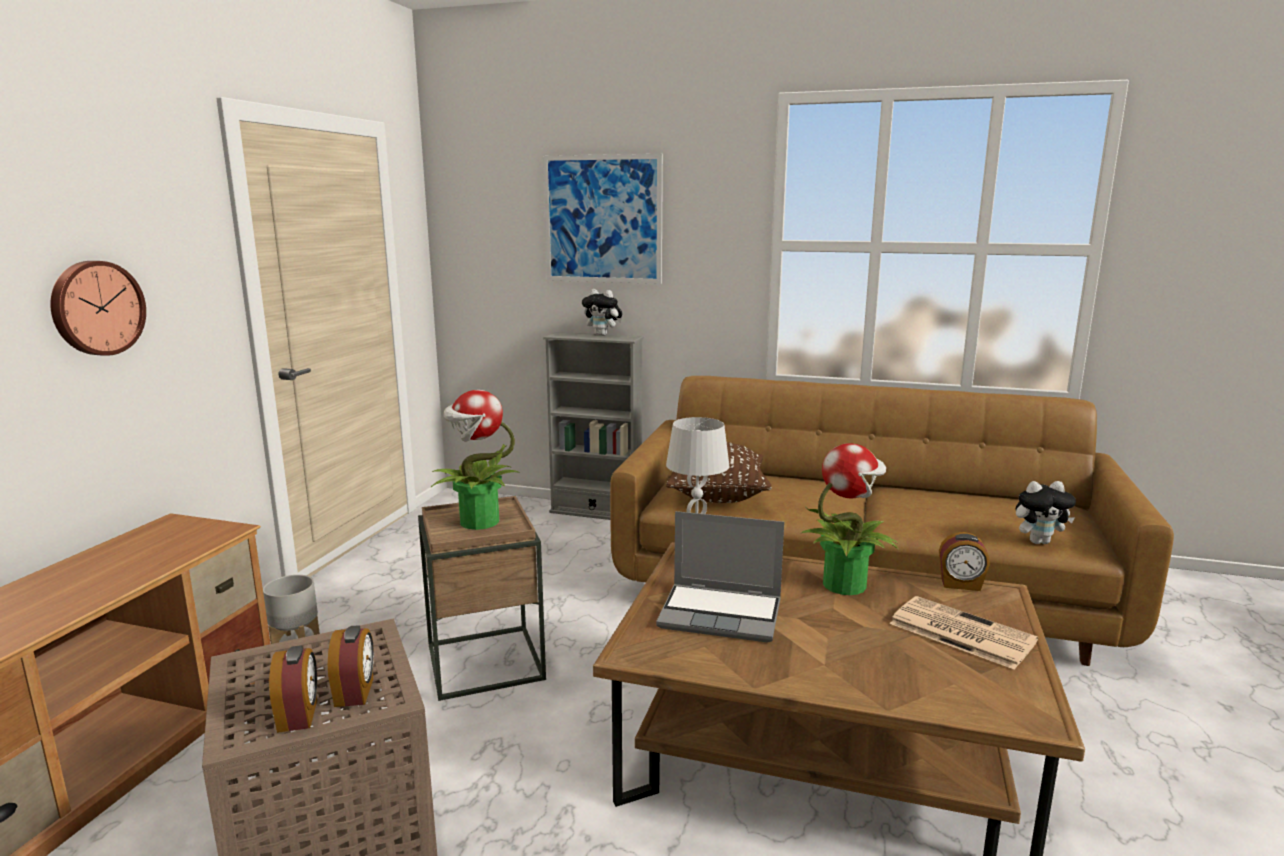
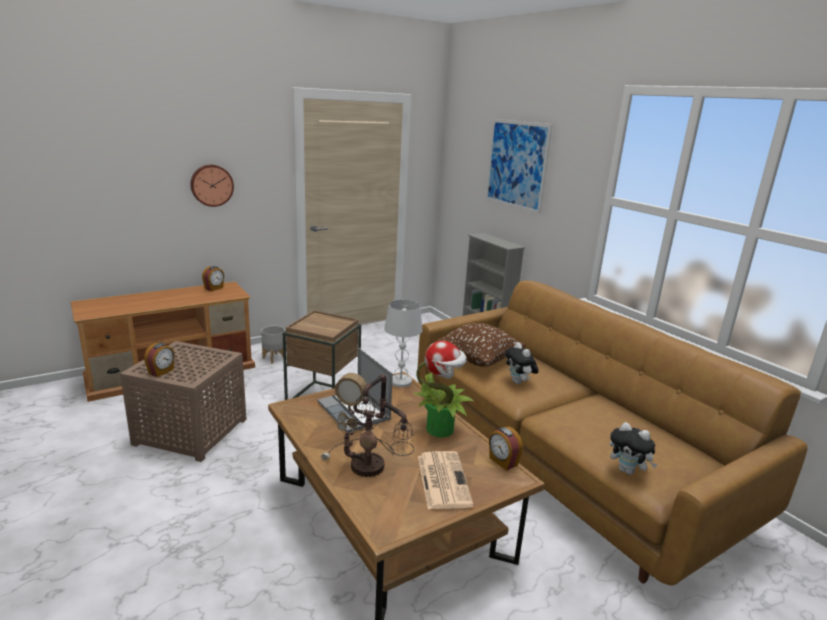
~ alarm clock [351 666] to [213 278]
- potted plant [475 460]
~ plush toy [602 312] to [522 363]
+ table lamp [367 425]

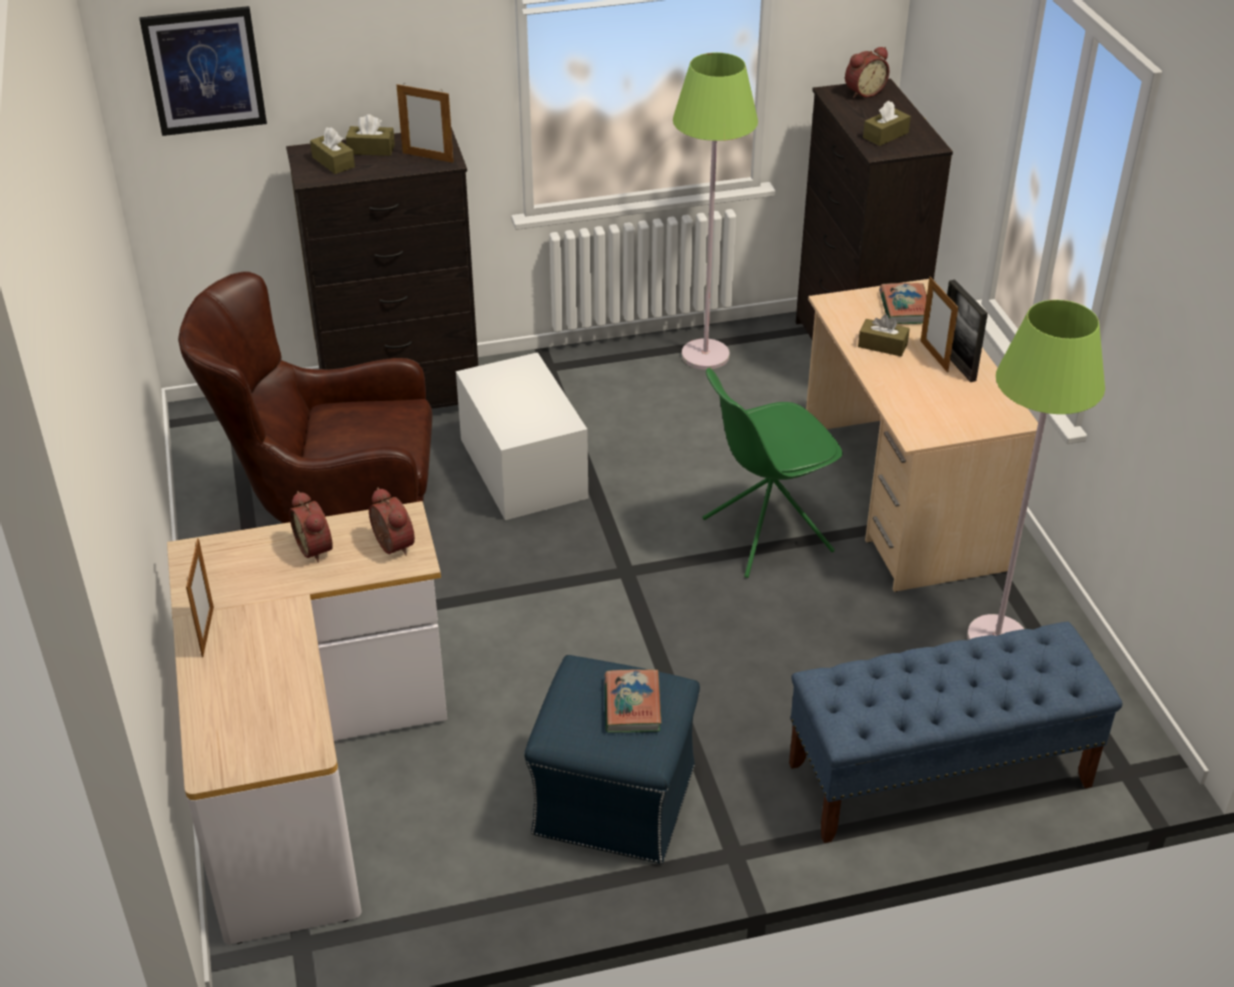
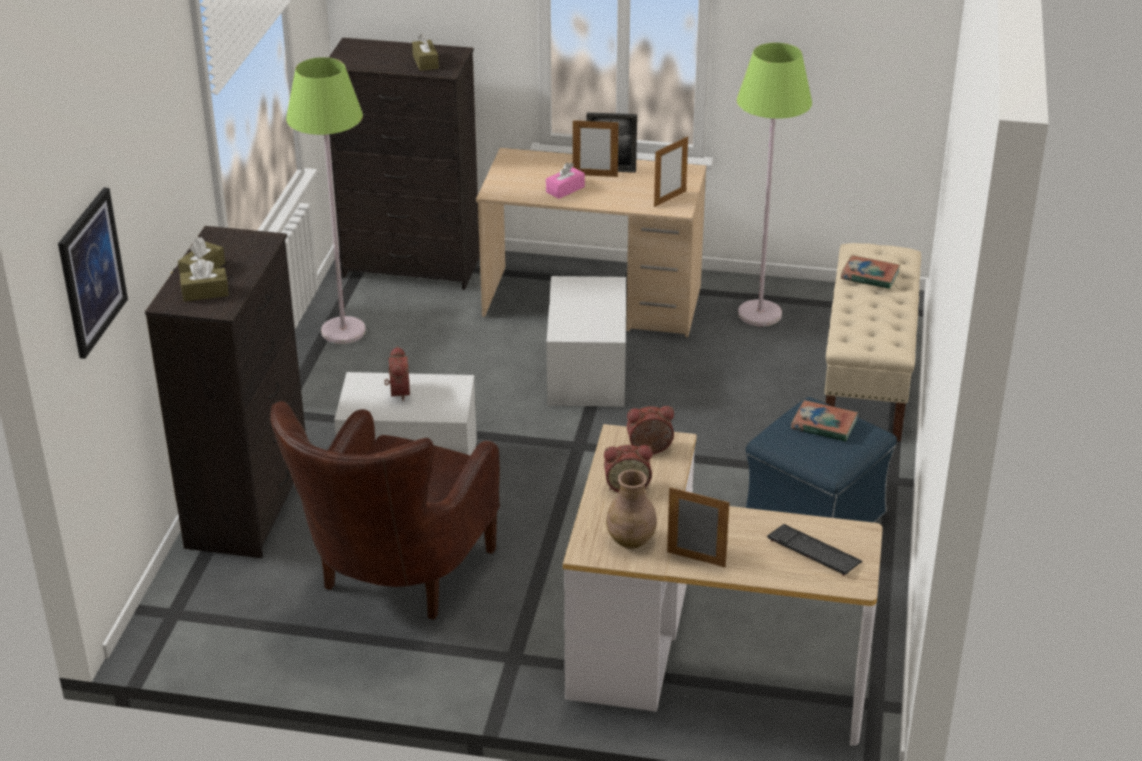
~ picture frame [425 123] to [671 171]
~ green chair [772 473] to white storage box [586 341]
~ blue bench [955 732] to beige bench [872 342]
~ alarm clock [867 72] to [397 373]
~ brown tissue box [884 335] to pink tissue box [565 180]
~ book [903 303] to [870 272]
+ brown vase [631 509]
+ keyboard [815 550]

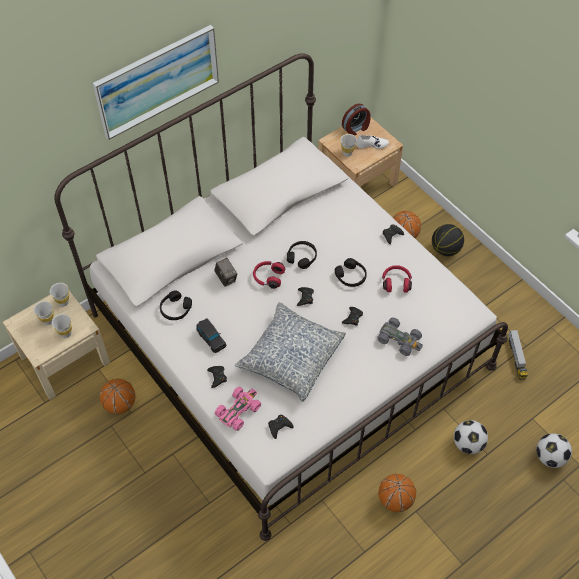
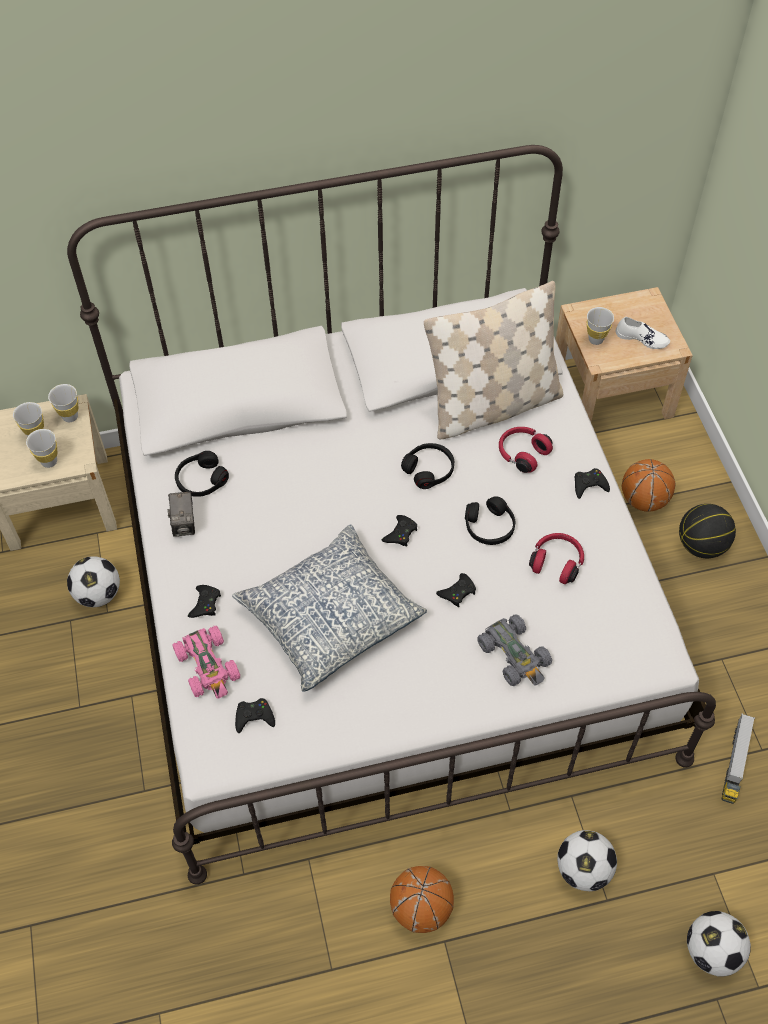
- picture [156 82]
~ basketball [117 396] to football [93 581]
- black toy car [211 335]
~ photo camera [226 272] to [181 514]
~ pink toy car [238 409] = [206 662] 90 degrees clockwise
~ red headphones [269 275] to [526 450]
- alarm clock [356 120]
+ beige pillow [493 360]

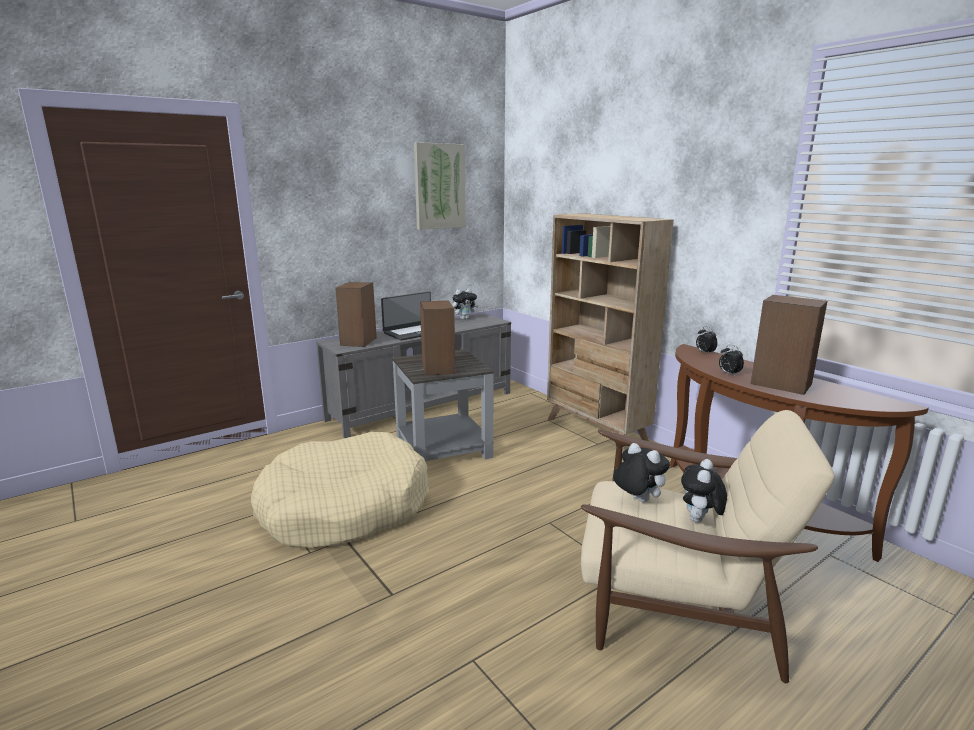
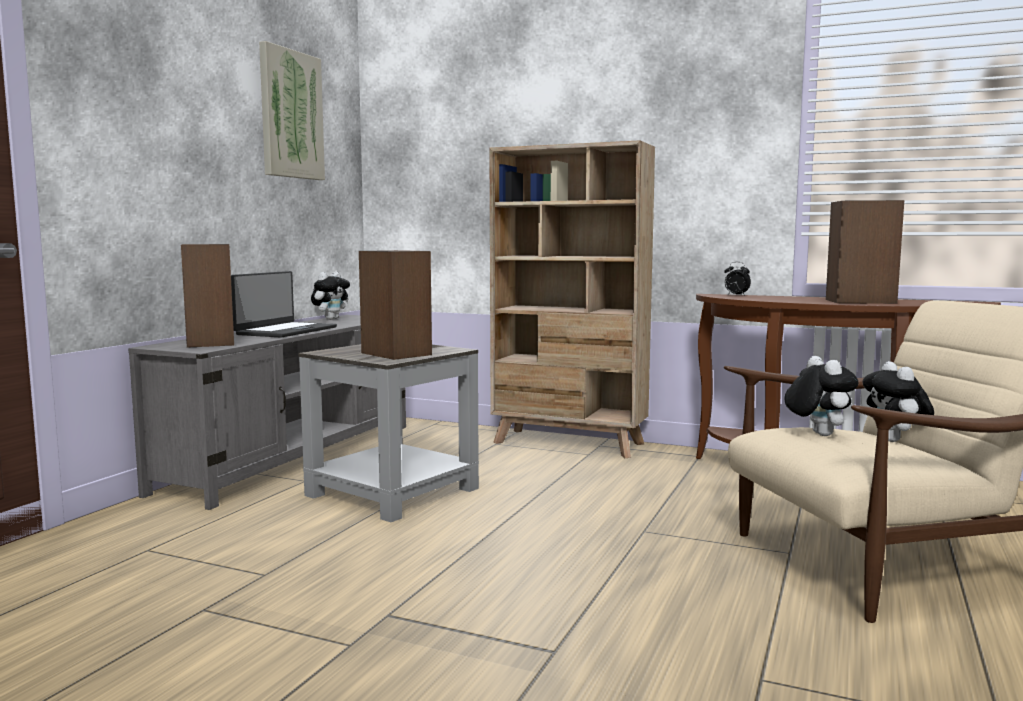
- beige dog bed [340 489]
~ plush toy [641 473] = [822 396] 60 degrees clockwise
- alarm clock [731 360]

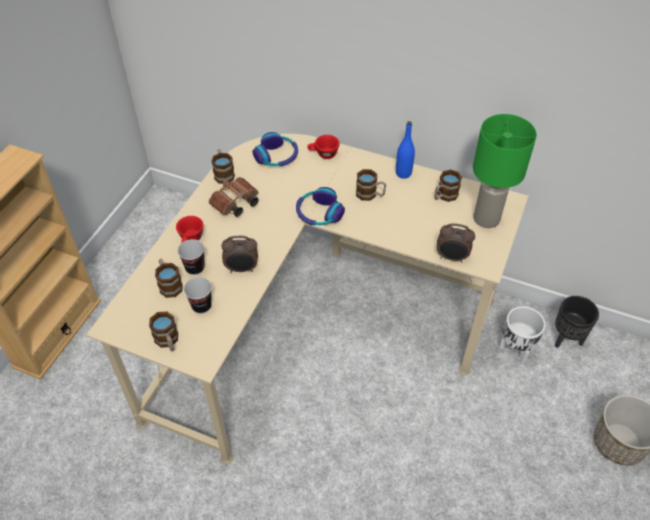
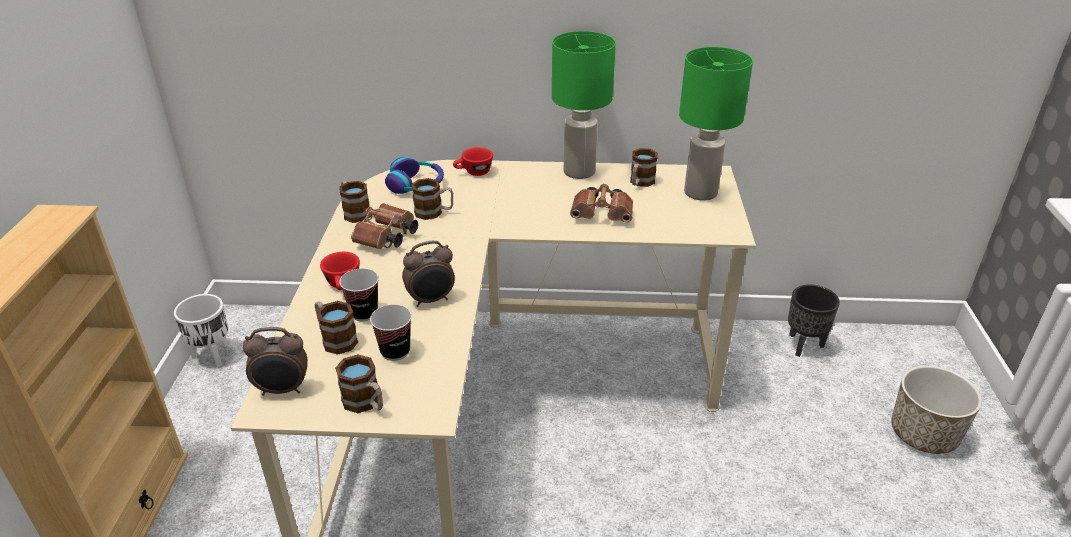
- headphones [320 206]
~ mug [371 185] to [432 199]
~ blue bottle [405 150] to green table lamp [584 105]
~ alarm clock [456 243] to [275 361]
~ white planter [522 335] to [201 330]
+ brown binoculars [601 203]

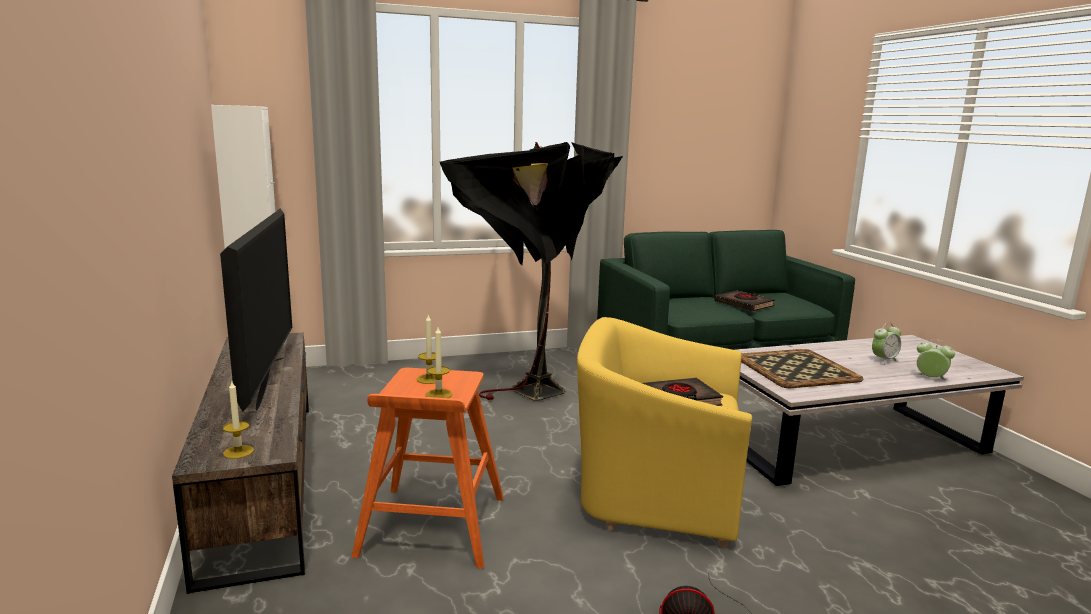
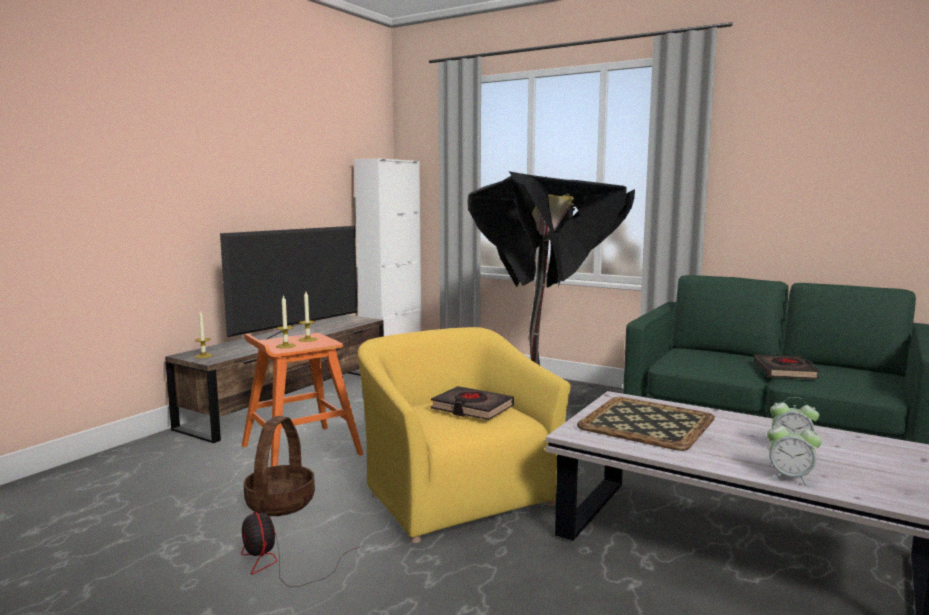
~ alarm clock [935 359] = [794 453] 120 degrees clockwise
+ basket [279 466]

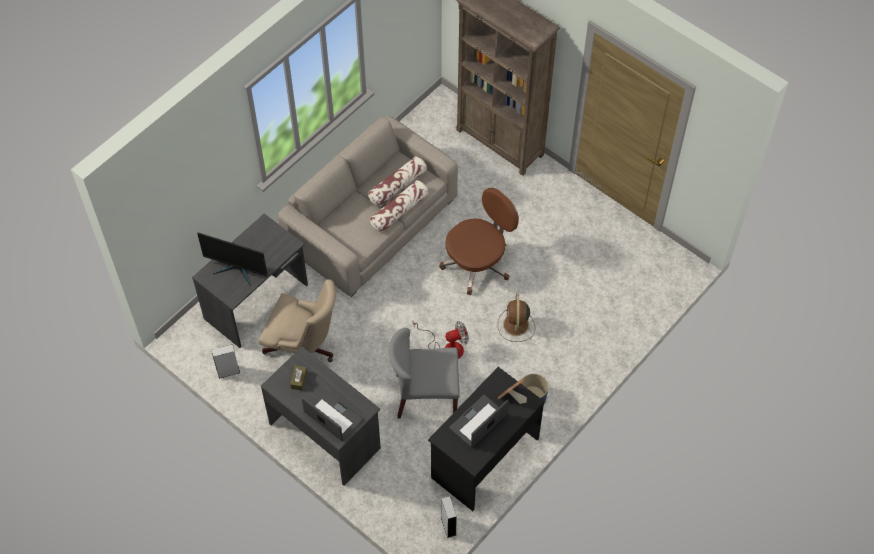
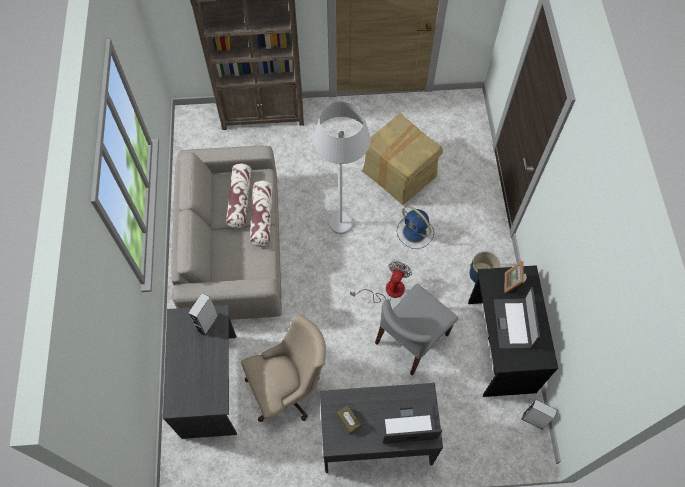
- monitor [232 259]
~ grey speaker [226 361] to [203 314]
~ brown office chair [479 241] to white floor lamp [342 168]
~ brown fan [516 317] to blue fan [415 227]
+ cardboard box [402 159]

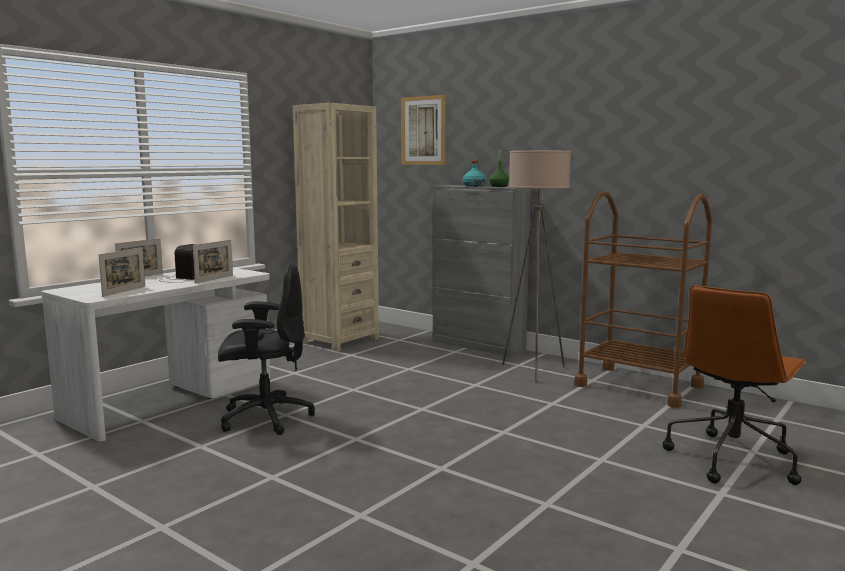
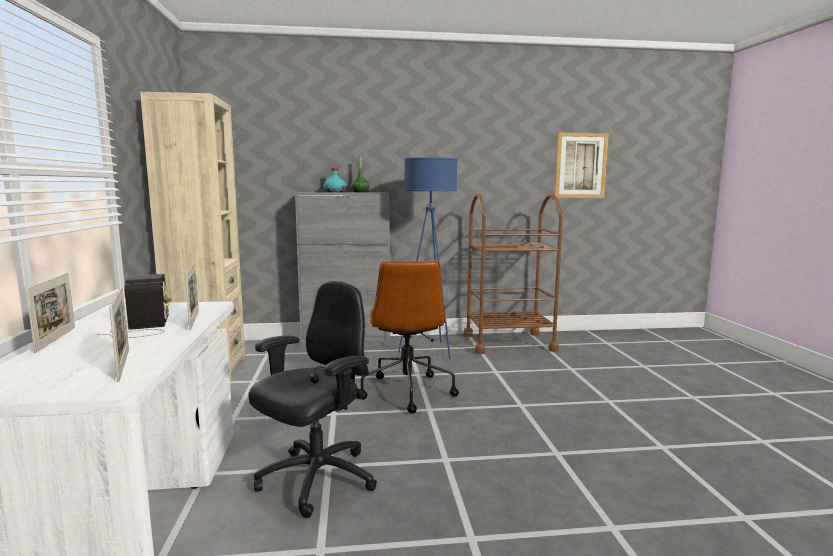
~ picture [423 130] to [581 165]
~ beige floor lamp [536 266] to blue floor lamp [428 258]
~ brown office chair [735 385] to [410 337]

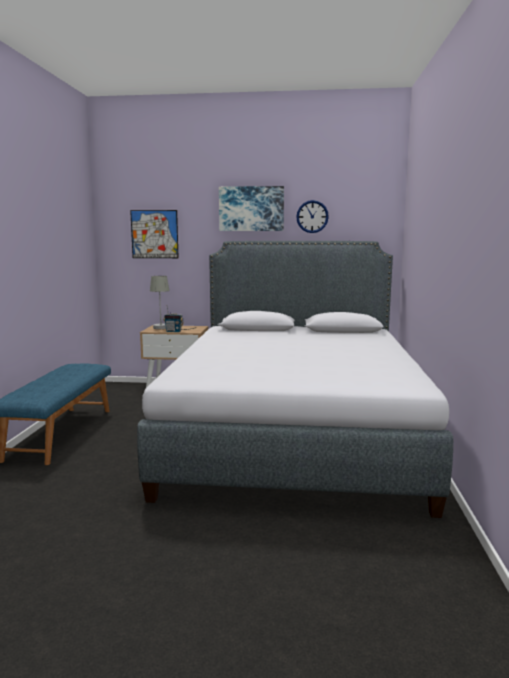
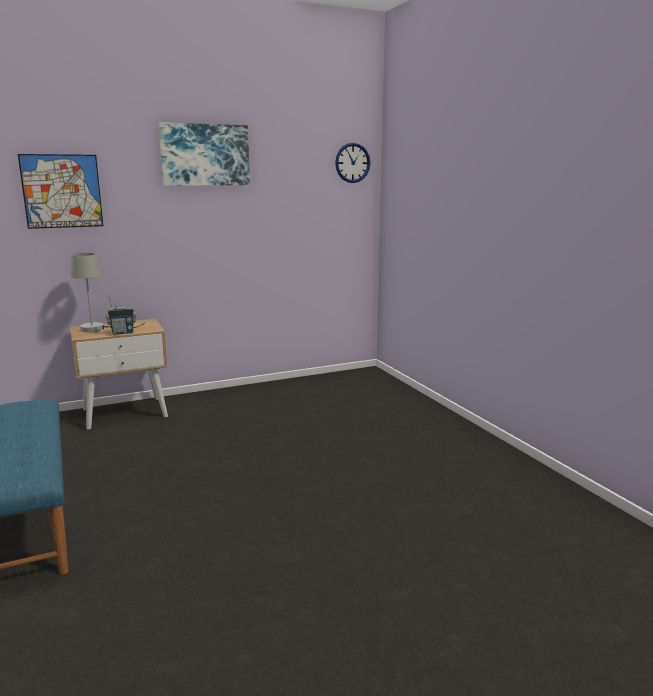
- grey bed [295 379]
~ wall clock [312 216] to [352 163]

